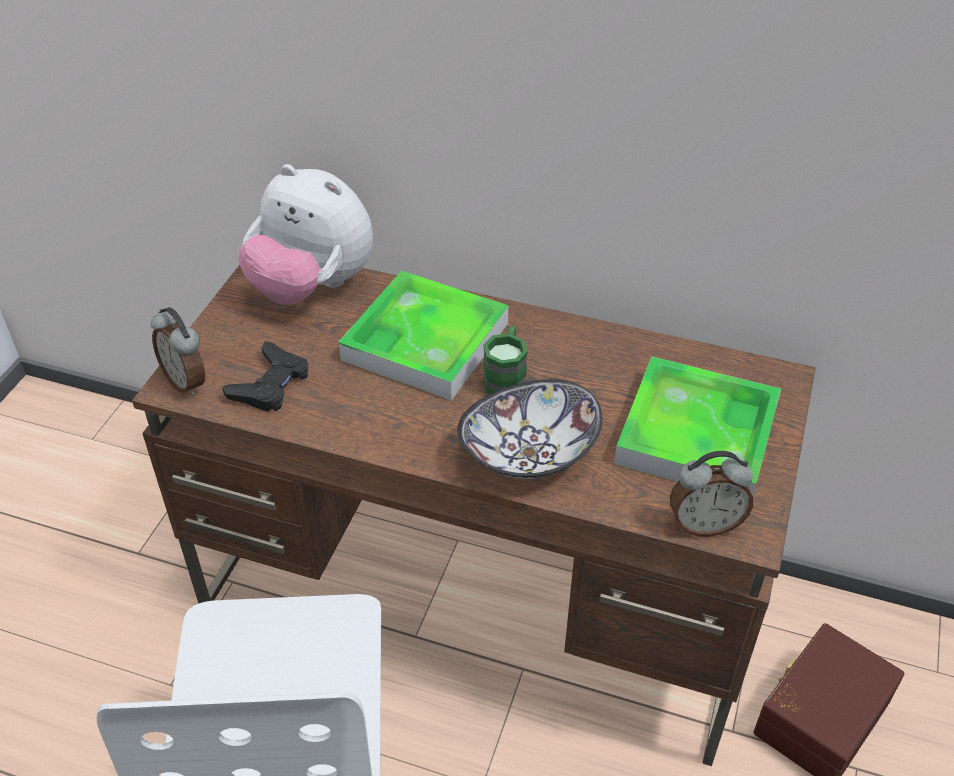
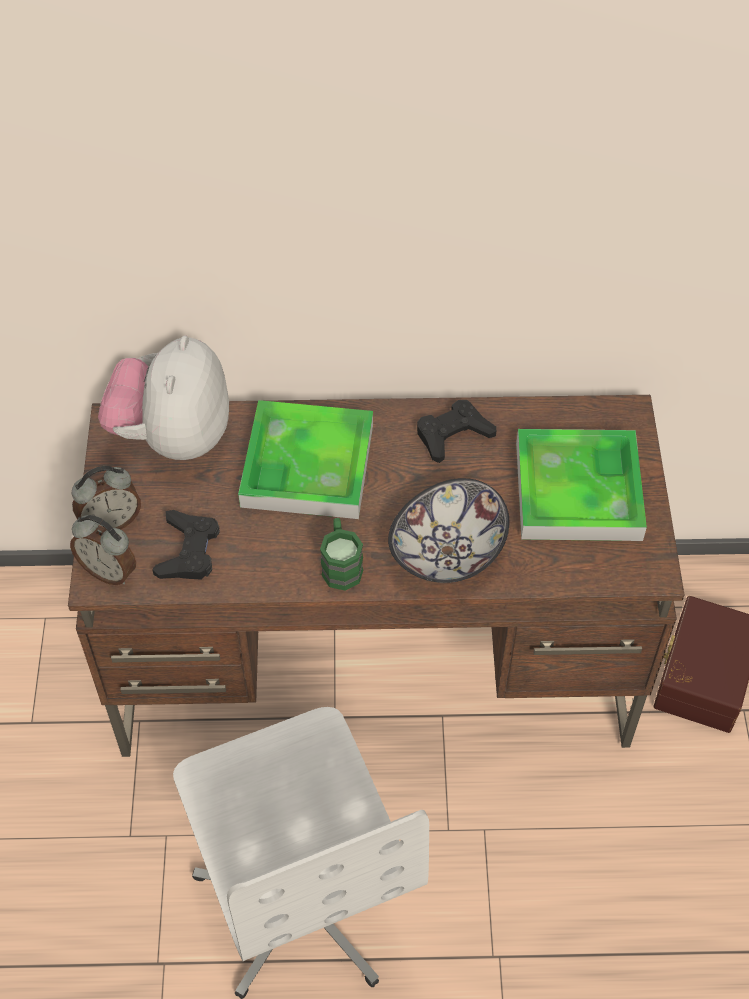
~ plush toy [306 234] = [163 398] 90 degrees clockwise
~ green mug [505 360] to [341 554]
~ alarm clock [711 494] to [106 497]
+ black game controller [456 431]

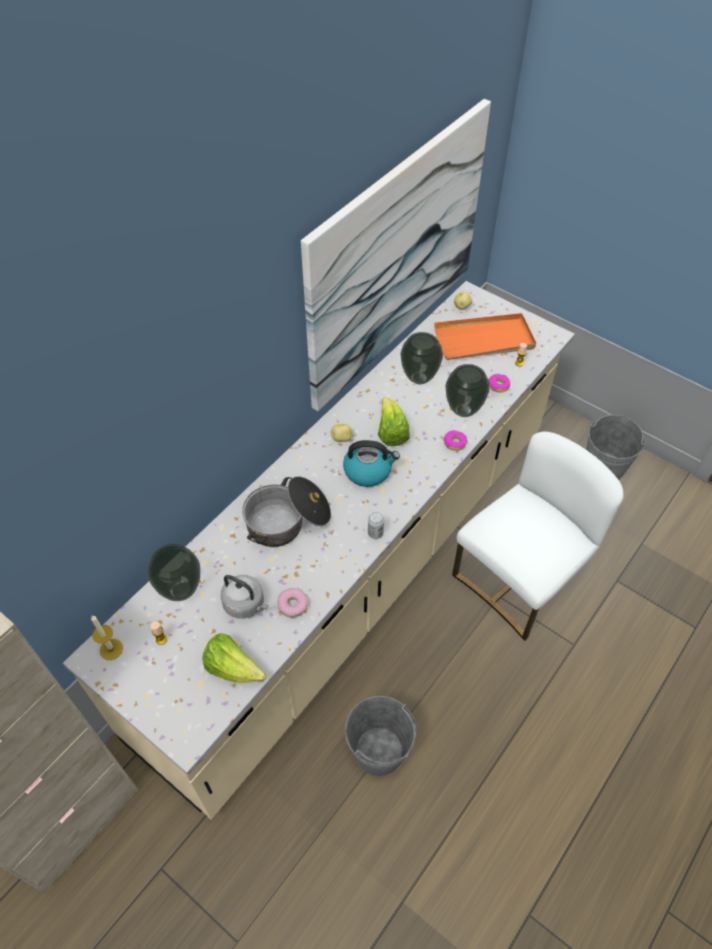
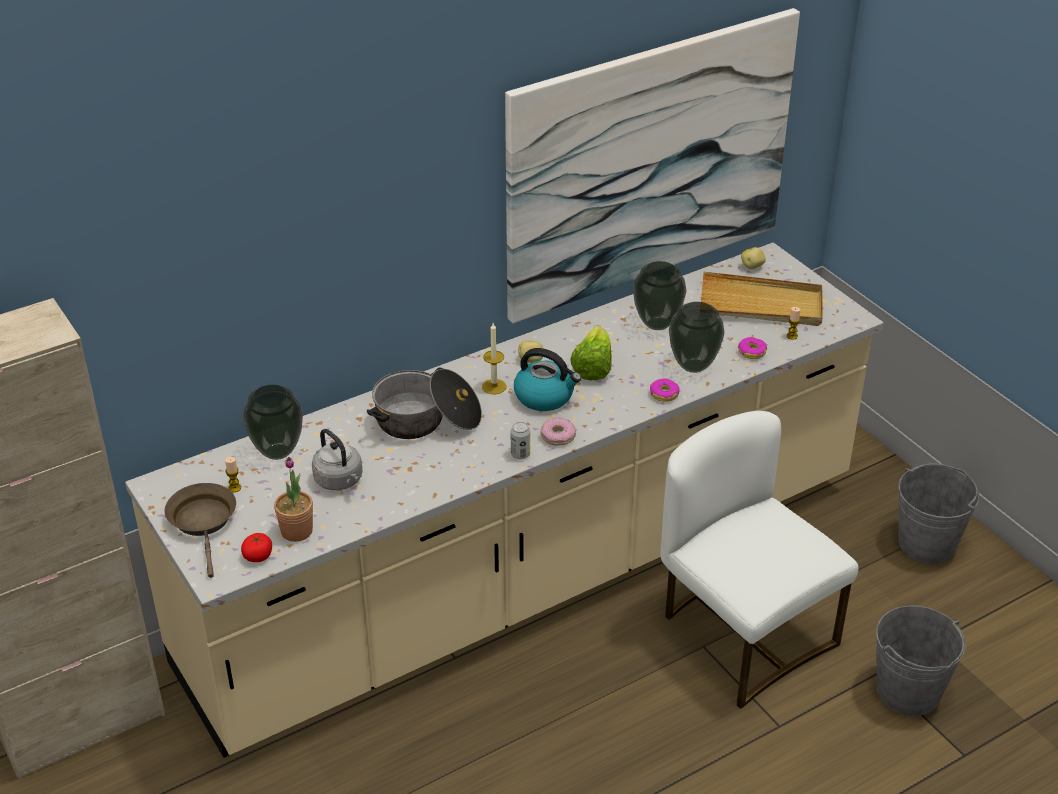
~ candle [107 638] to [494 358]
~ lettuce [234 658] to potted plant [293 499]
~ donut [292 603] to [558 432]
~ grey bucket [380 736] to [921 660]
~ orange tray [485 336] to beige tray [762 299]
~ white chair [538 536] = [759 560] 105 degrees counterclockwise
+ brown frying pan [200 530]
+ tomato [256 547]

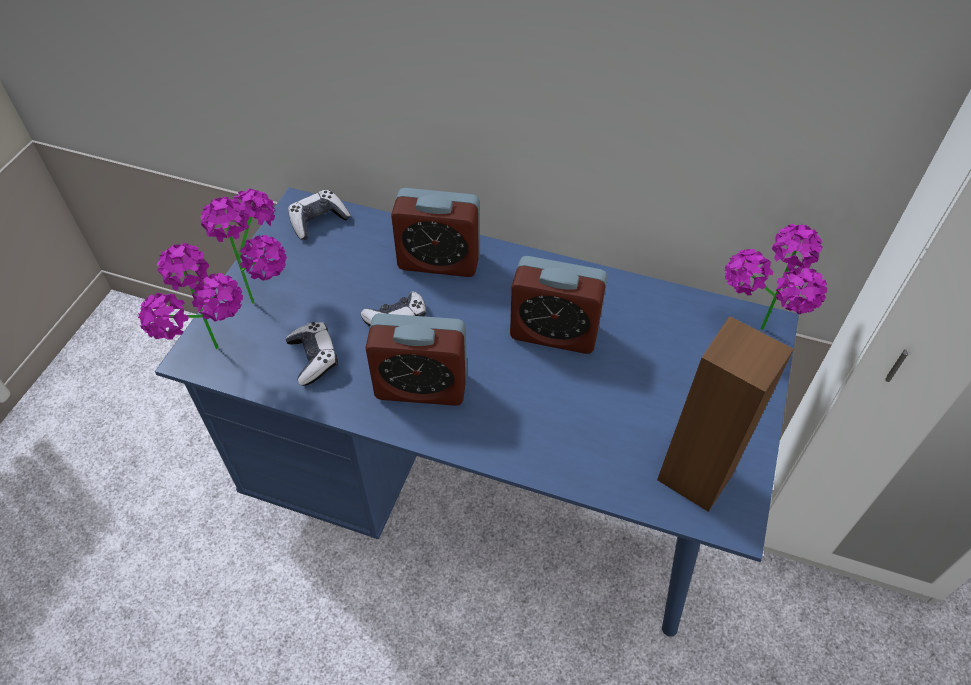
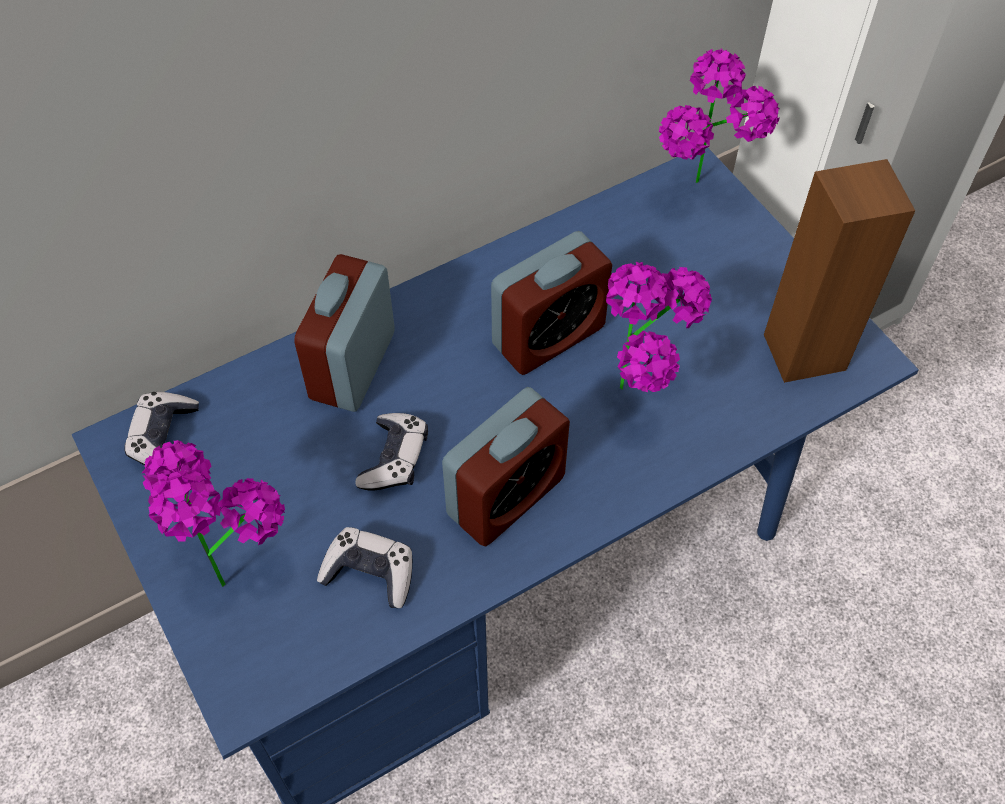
~ potted plant [190 296] to [659 327]
~ alarm clock [435 232] = [344 333] 150 degrees clockwise

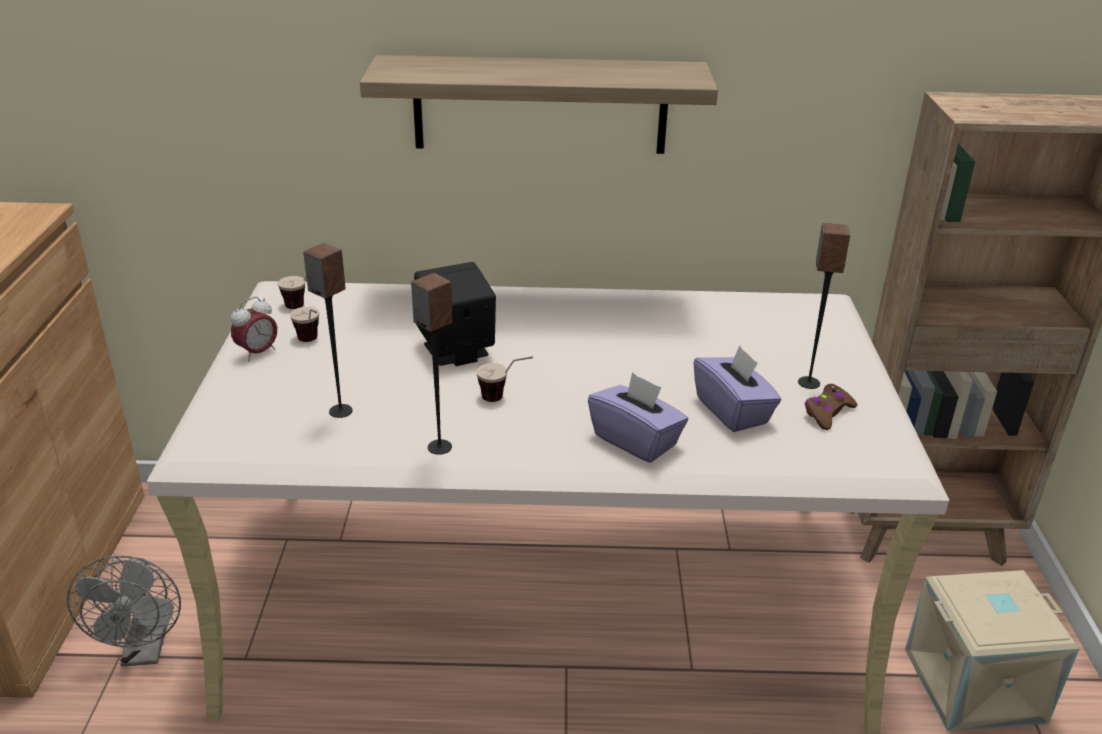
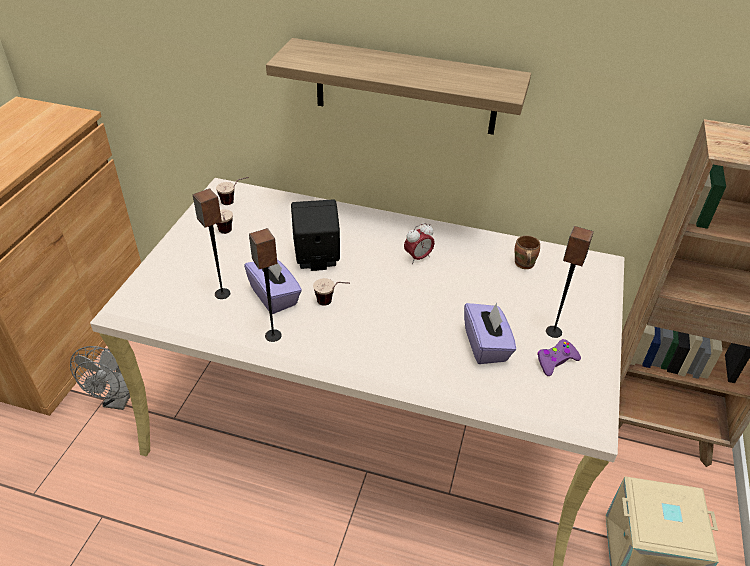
~ alarm clock [254 329] to [419 243]
~ purple tissue box [638 417] to [273 286]
~ brown game controller [830 407] to purple game controller [559 357]
+ brown mug [527 252]

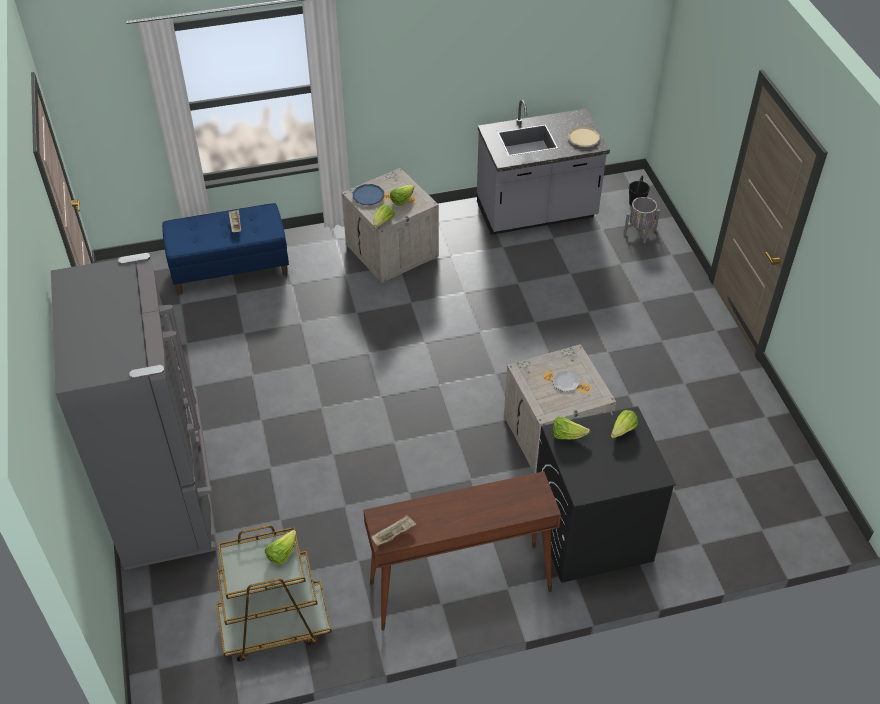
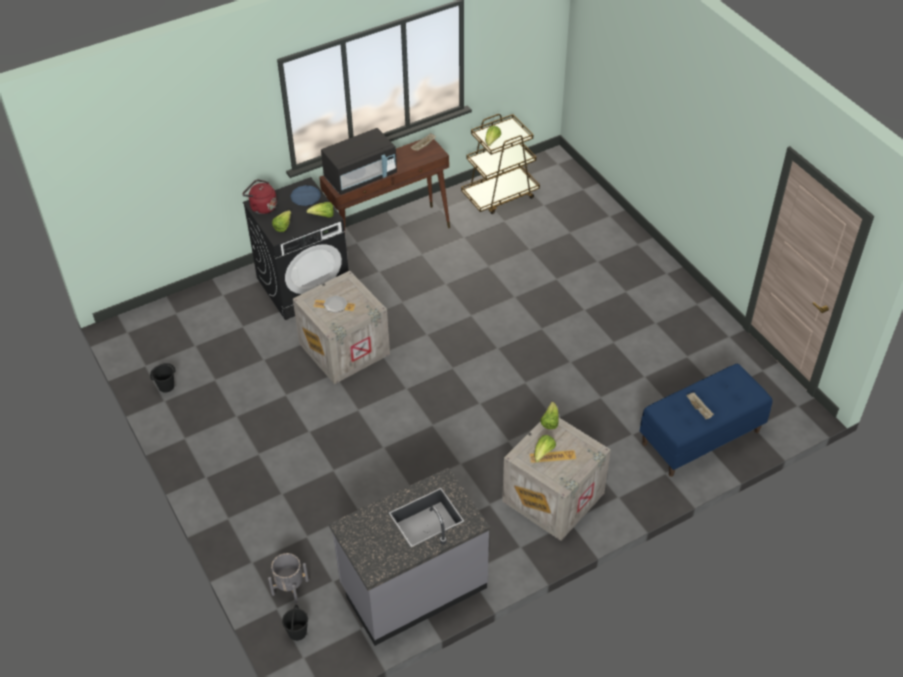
- grey fridge [134 411]
~ blue plate [368 194] to [305 195]
- beige plate [584 137]
+ black bucket [163 378]
+ red kettle [259 196]
+ black microwave [359 161]

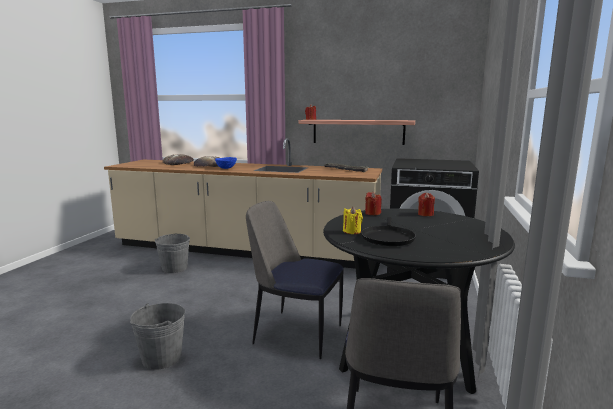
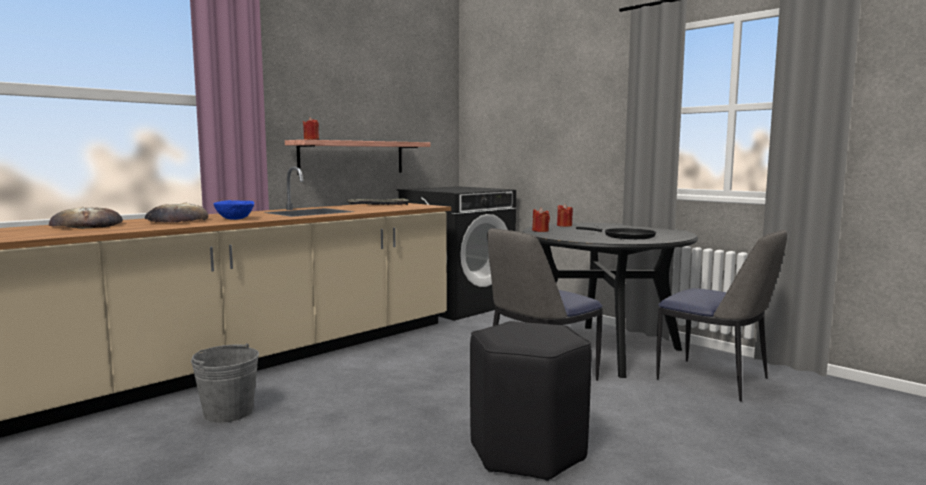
~ grey bucket [157 336] to black stool [531 401]
- yellow candle [353 220]

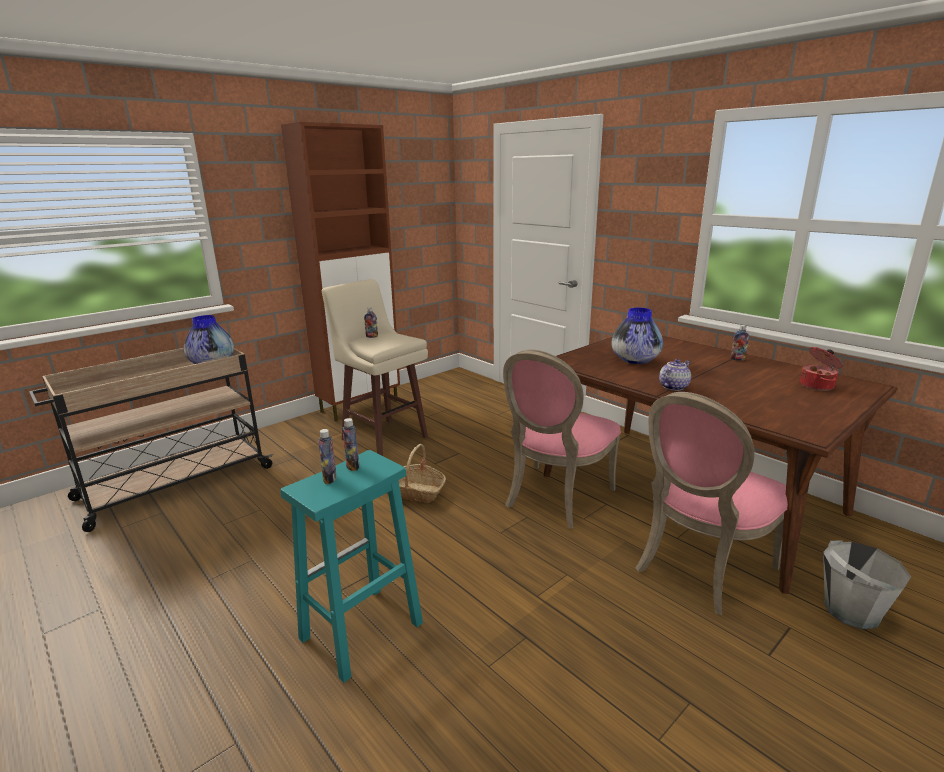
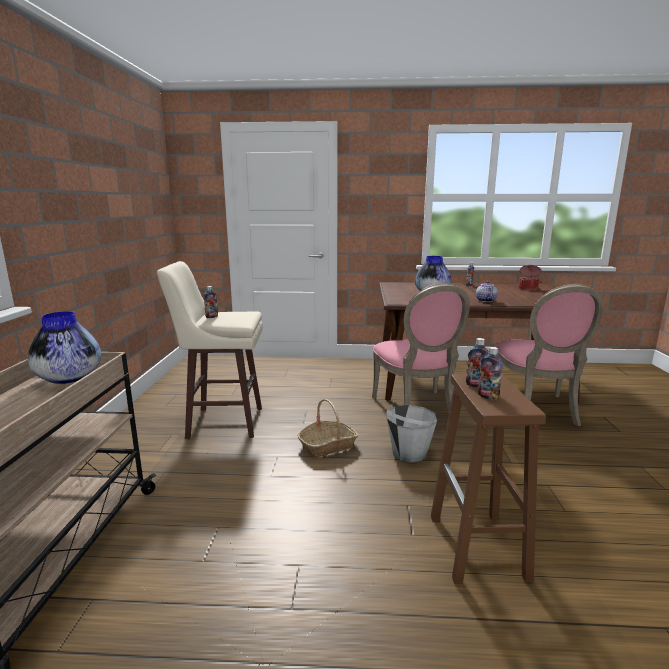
~ turquoise stool [351 566] to brown stool [488 479]
- brown cabinet [340 271]
~ grey bucket [867 584] to [411 434]

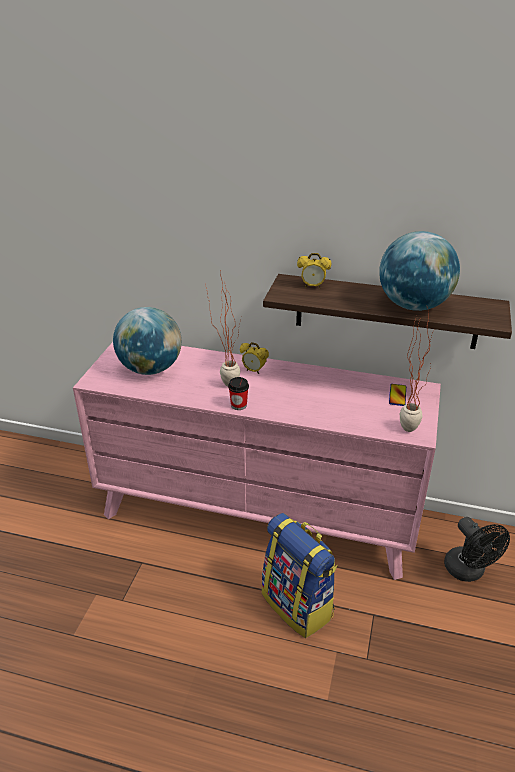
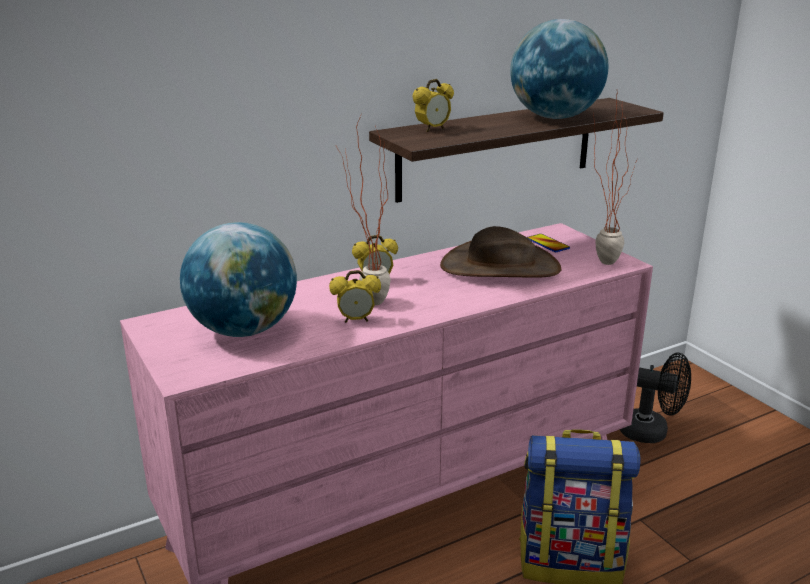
- cup [238 393]
+ alarm clock [355 296]
+ brown hat [501 252]

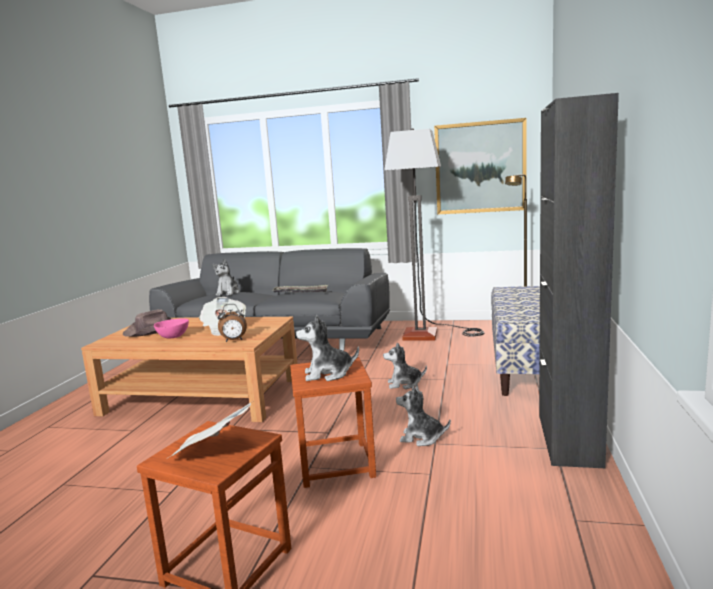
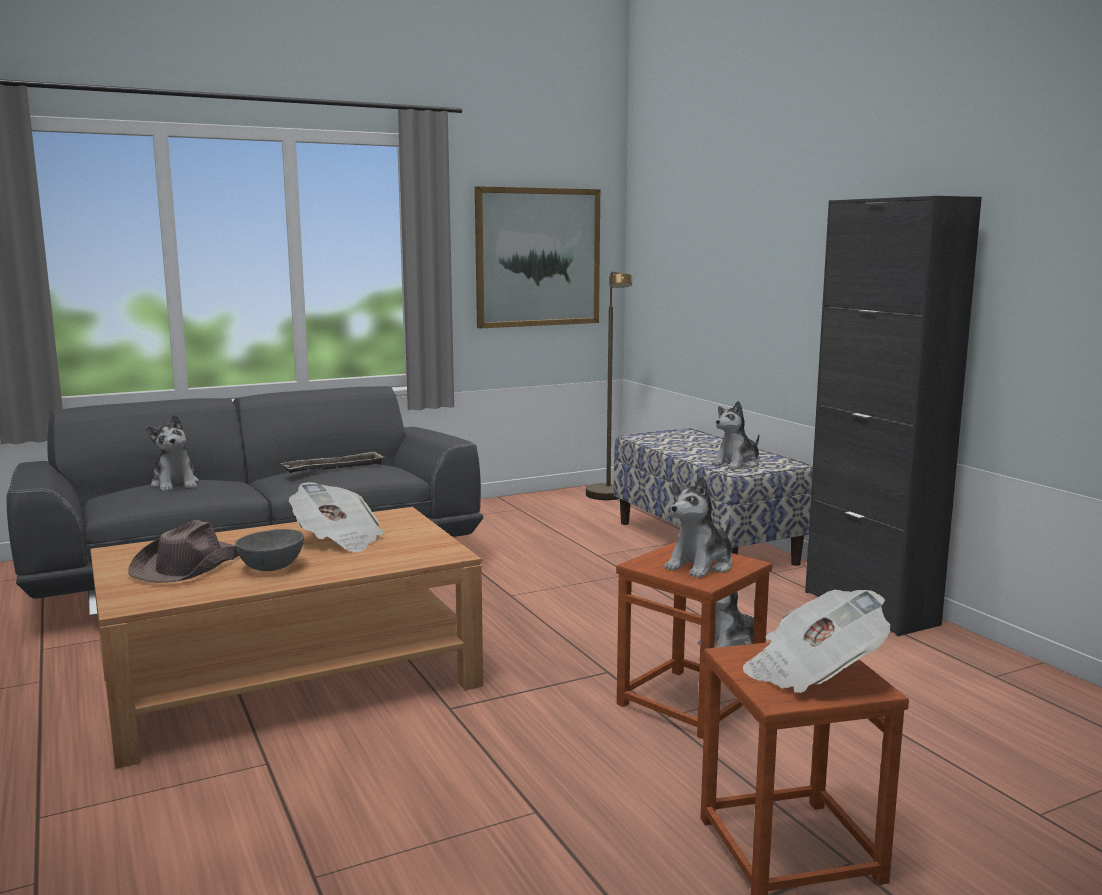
~ pink bowl [171 328] to grey bowl [269 550]
- alarm clock [232 323]
~ plush toy [405 366] to [735 435]
- floor lamp [434 234]

